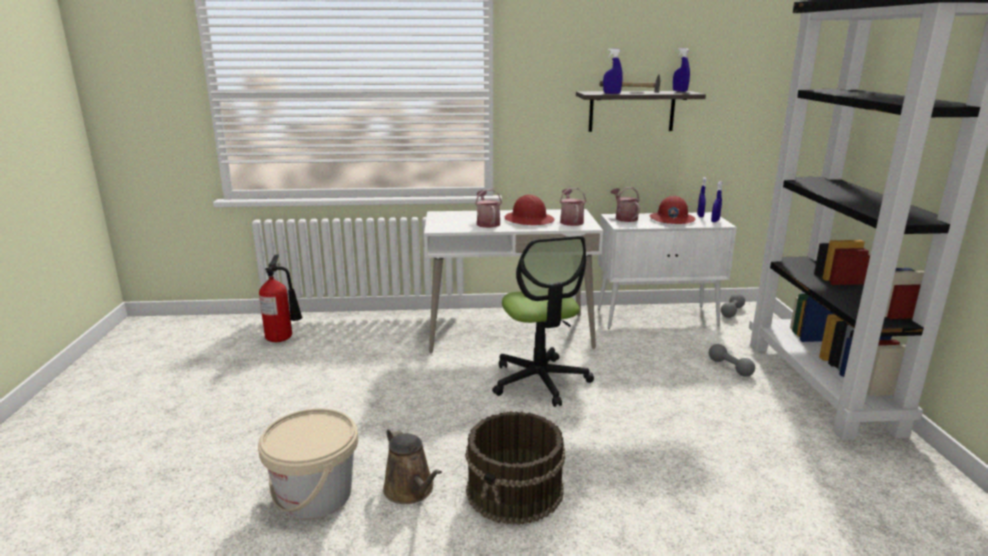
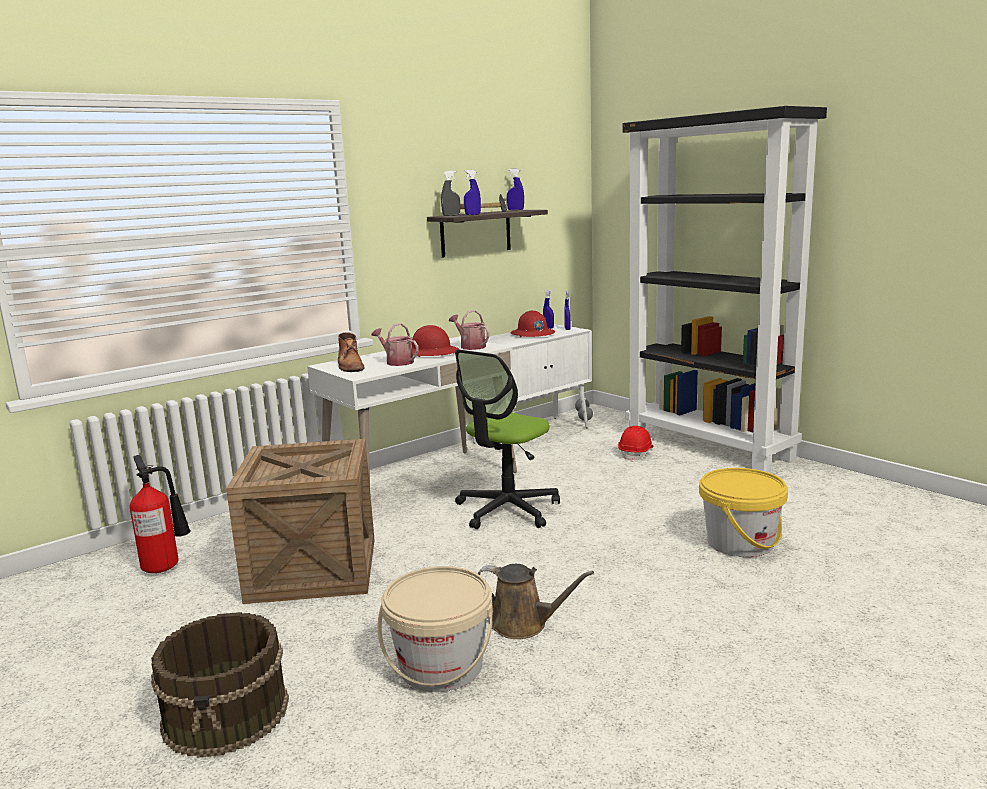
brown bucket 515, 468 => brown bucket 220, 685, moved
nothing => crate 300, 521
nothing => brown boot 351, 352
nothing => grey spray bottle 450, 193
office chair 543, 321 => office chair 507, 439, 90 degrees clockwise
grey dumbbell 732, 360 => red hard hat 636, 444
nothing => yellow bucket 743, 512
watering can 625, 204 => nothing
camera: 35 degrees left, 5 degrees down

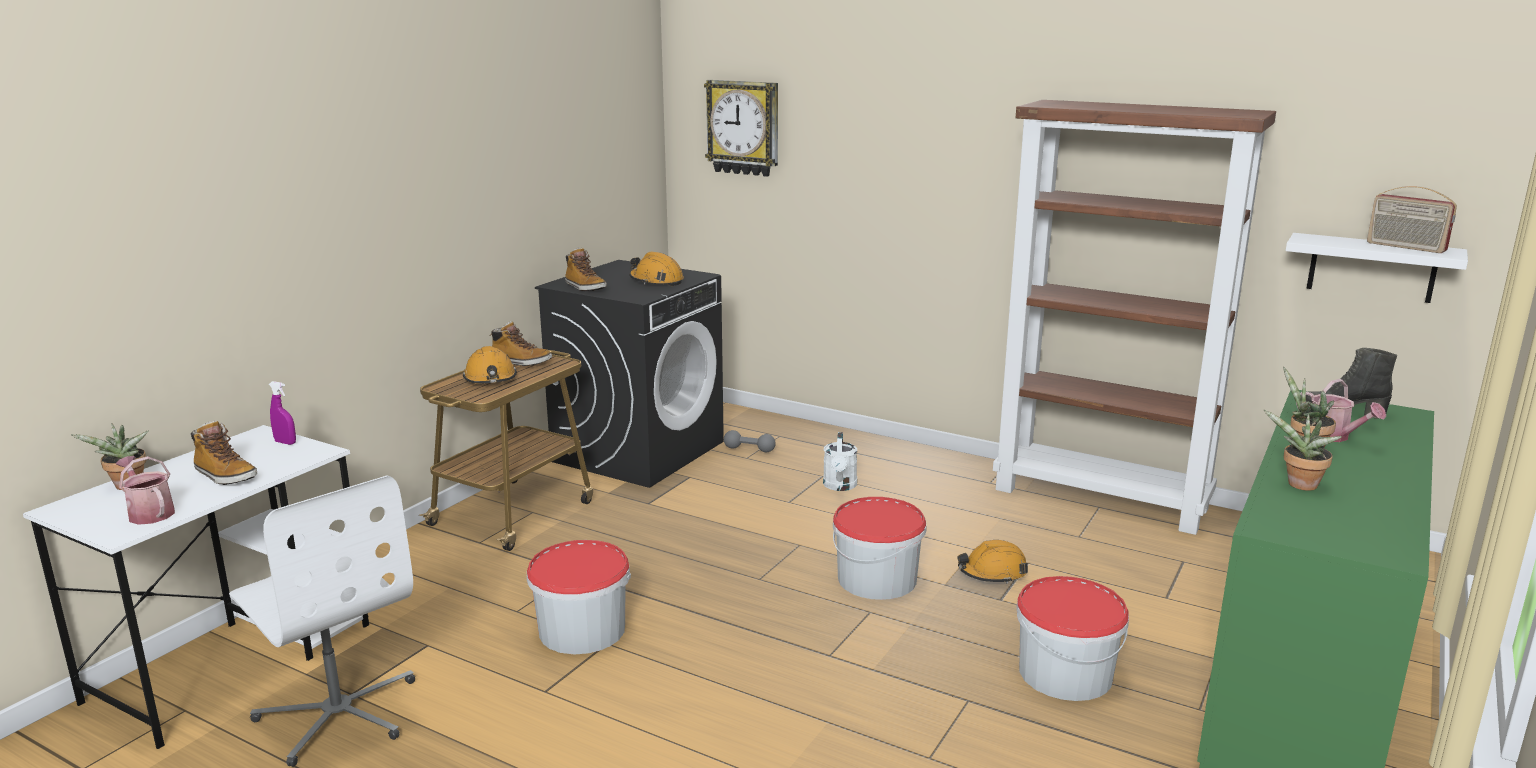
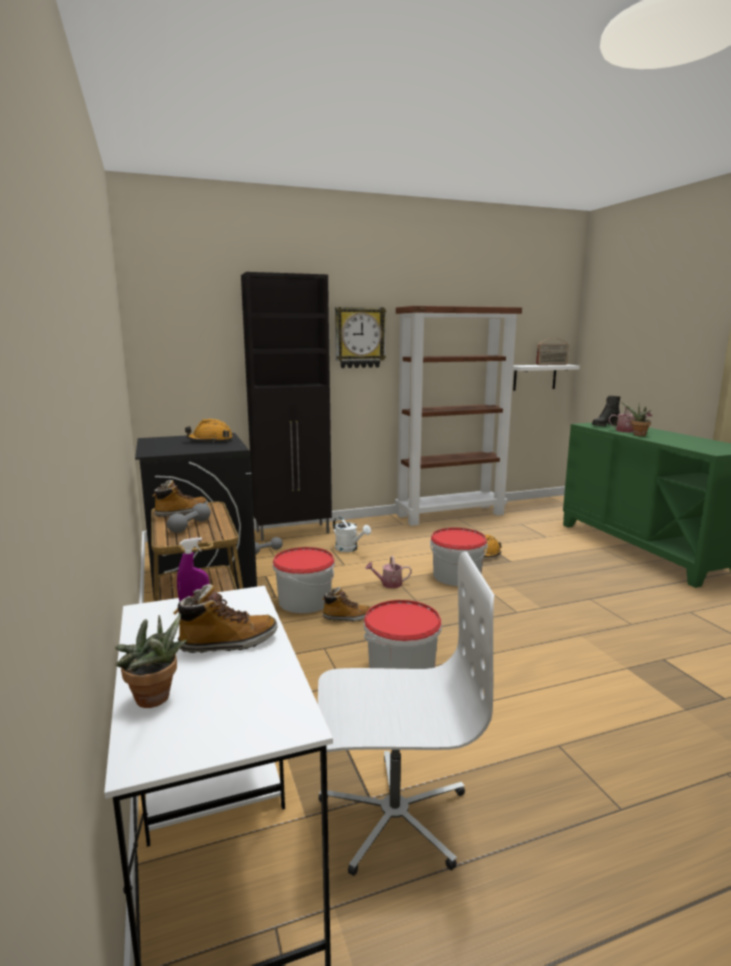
orange hard hat 490, 364 => grey dumbbell 189, 518
nothing => black cabinet 286, 406
bucket 1072, 638 => bucket 304, 580, moved
boot 586, 269 => boot 346, 604, moved
wall clock 741, 128 => wall clock 360, 337, moved
watering can 145, 490 => watering can 388, 572, moved
potted plant 1302, 449 => nothing
camera: 50 degrees left, 5 degrees down

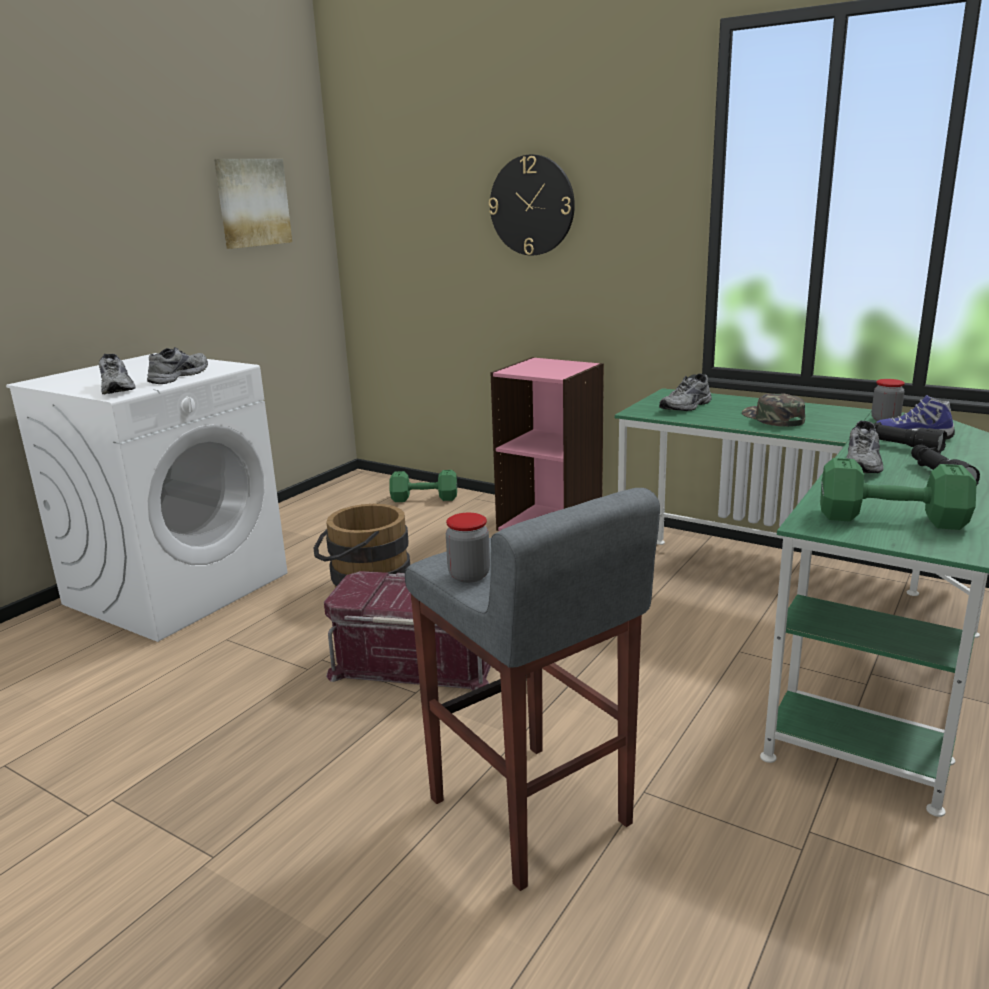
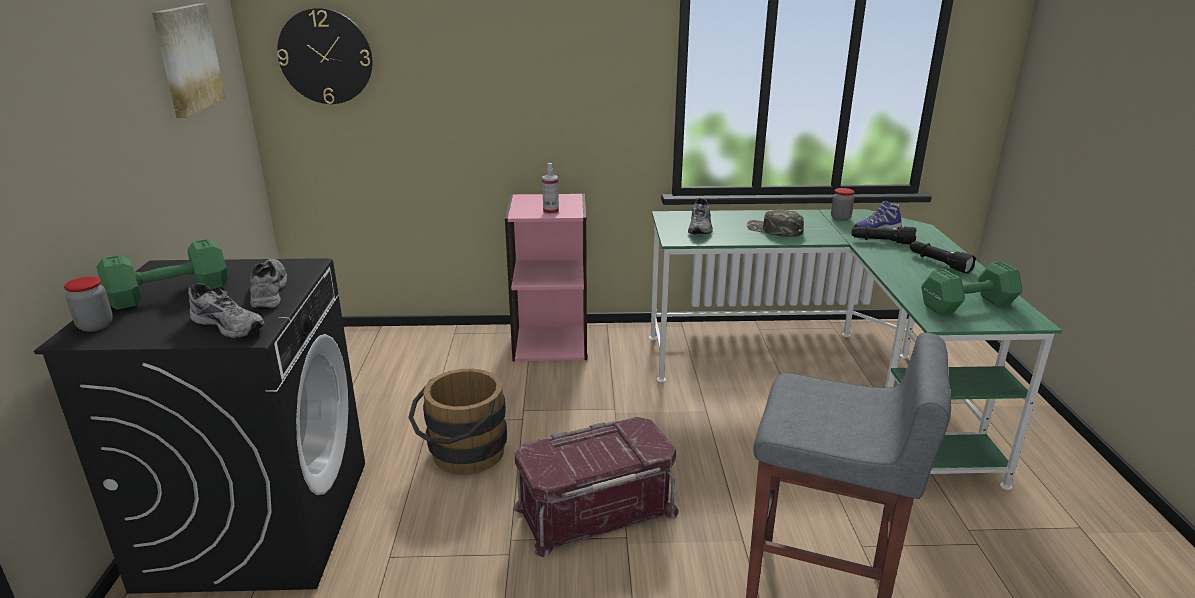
white washing machine 146, 497 => black washing machine 199, 426
jar 468, 548 => jar 88, 304, moved
green dumbbell 423, 486 => green dumbbell 162, 274, moved
wall clock 532, 205 => wall clock 324, 56, moved
nothing => spray bottle 550, 189
grey shoe 864, 447 => nothing
camera: 35 degrees left, 5 degrees up

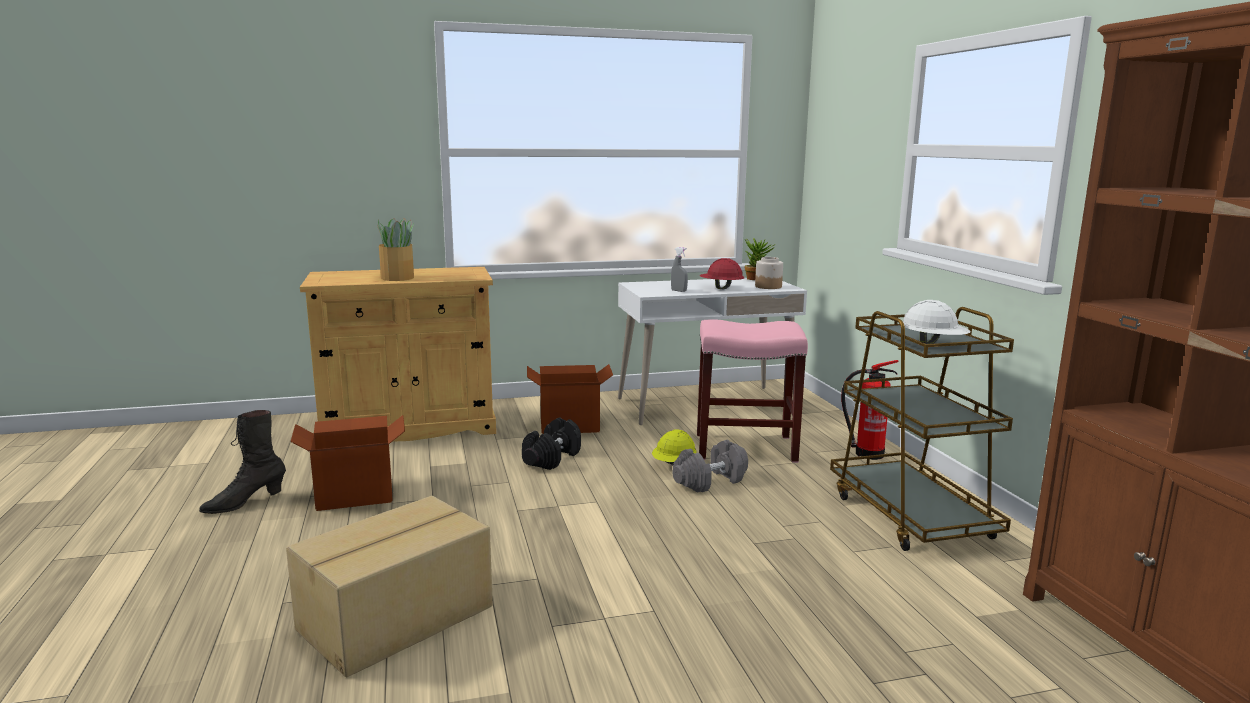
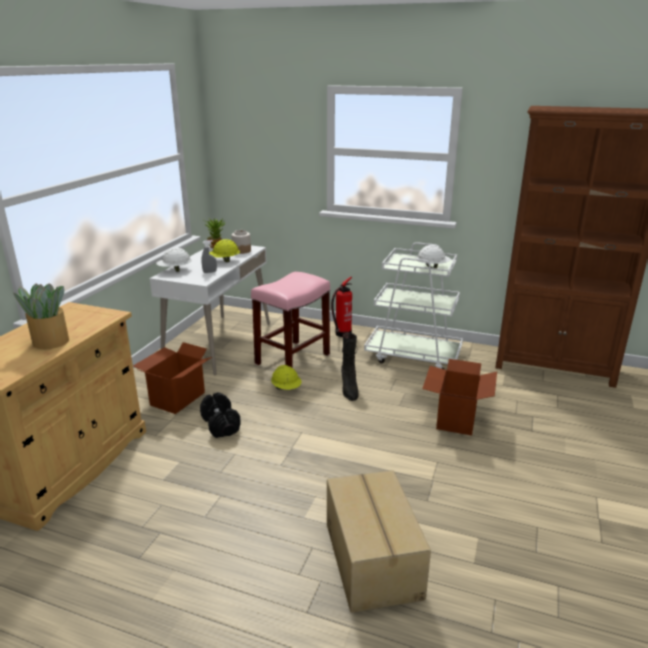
nothing => white hard hat 174, 260
red hard hat 722, 273 => yellow hard hat 224, 250
black boot 242, 462 => black boot 350, 367, moved
brown cart 922, 429 => white cart 413, 306
cardboard box 348, 463 => cardboard box 459, 397, moved
grey dumbbell 710, 466 => nothing
camera: 55 degrees left, 10 degrees up

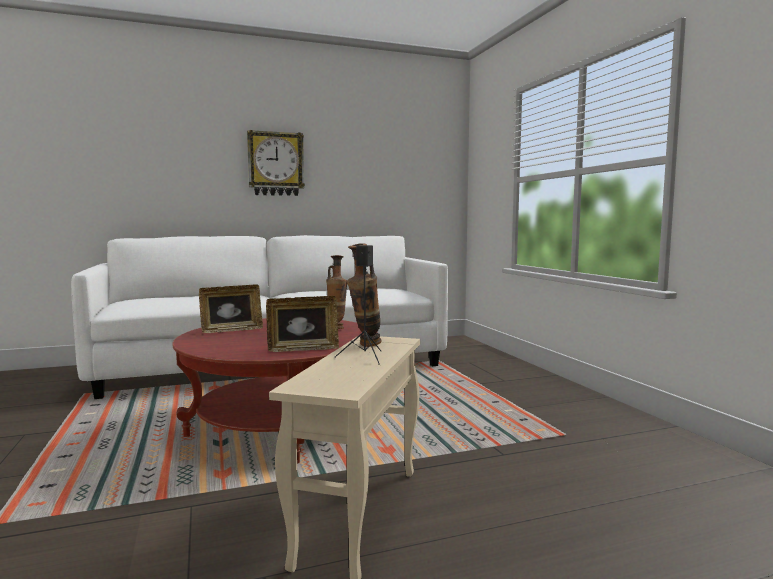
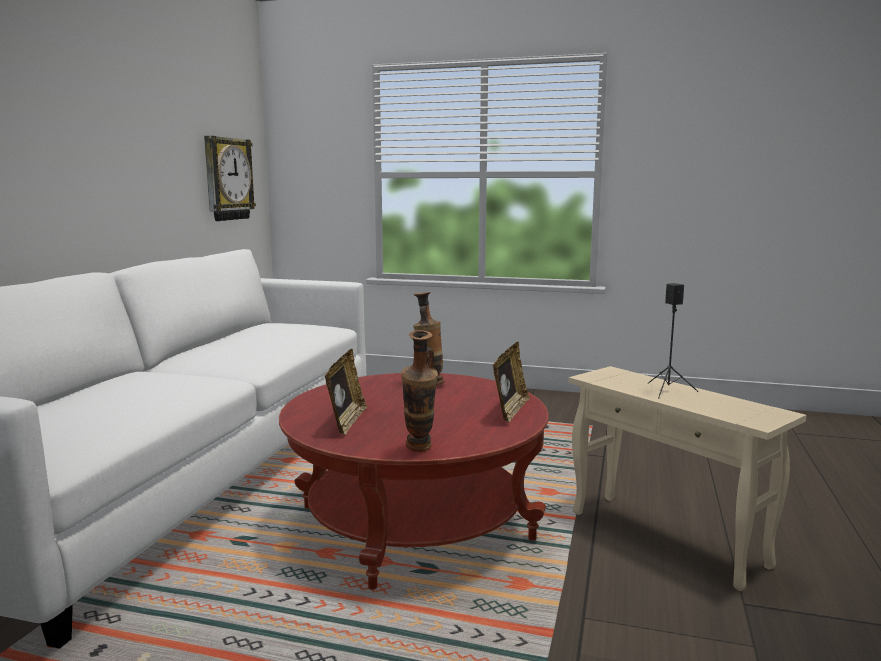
wall clock 276, 163 => wall clock 230, 178, moved
vase 364, 295 => vase 419, 391, moved
camera: 55 degrees left, 5 degrees up

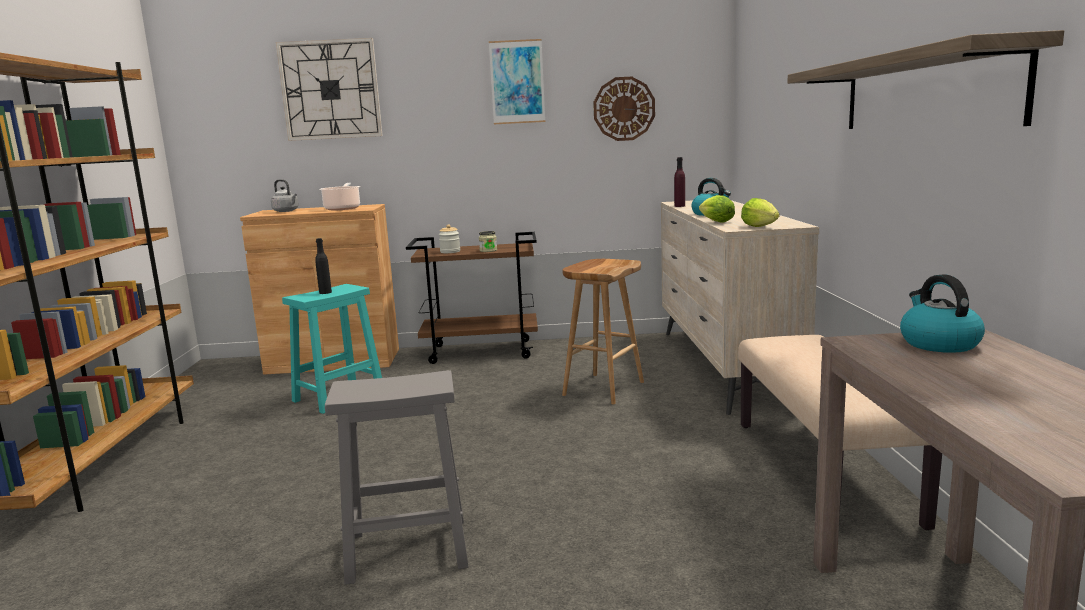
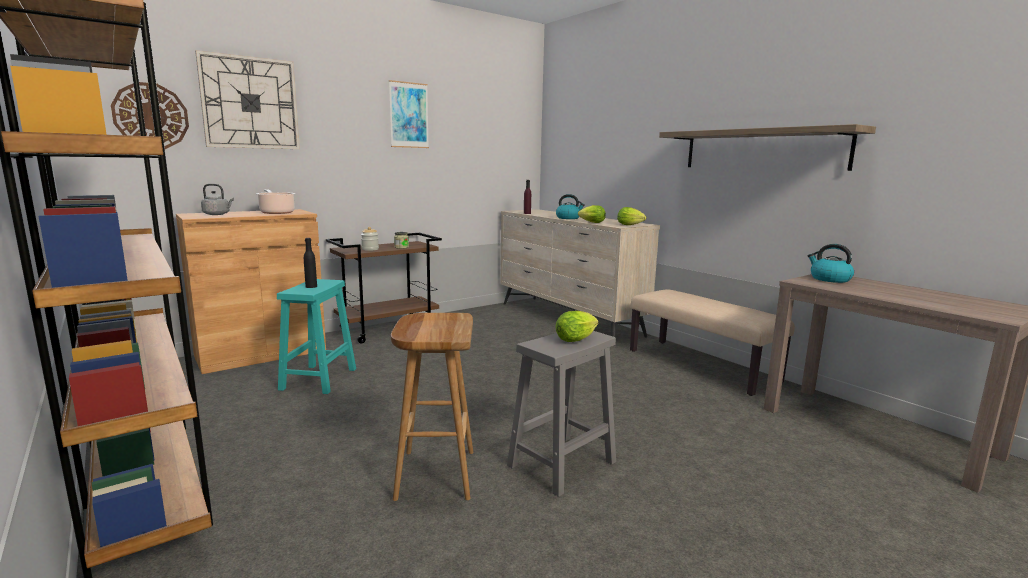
wall clock 624, 109 => wall clock 150, 115, moved
brown stool 603, 331 => brown stool 432, 407, moved
nothing => lettuce 576, 326
camera: 35 degrees left, 0 degrees up

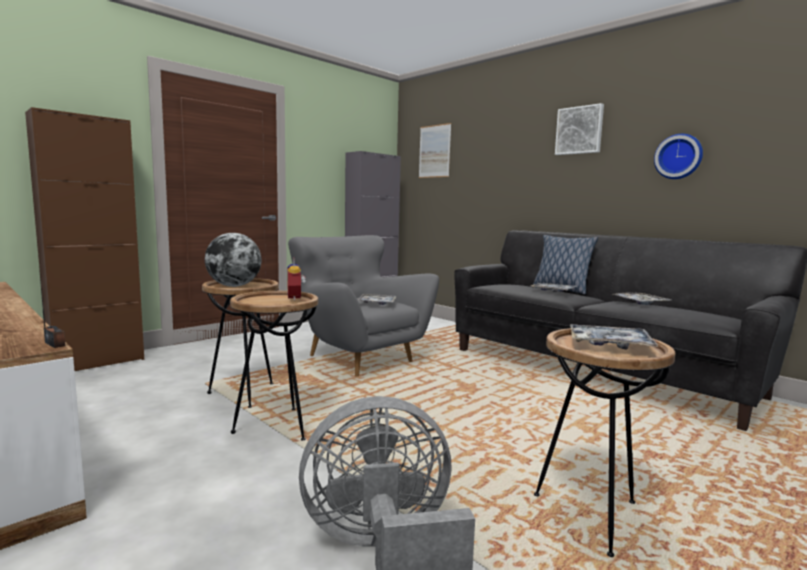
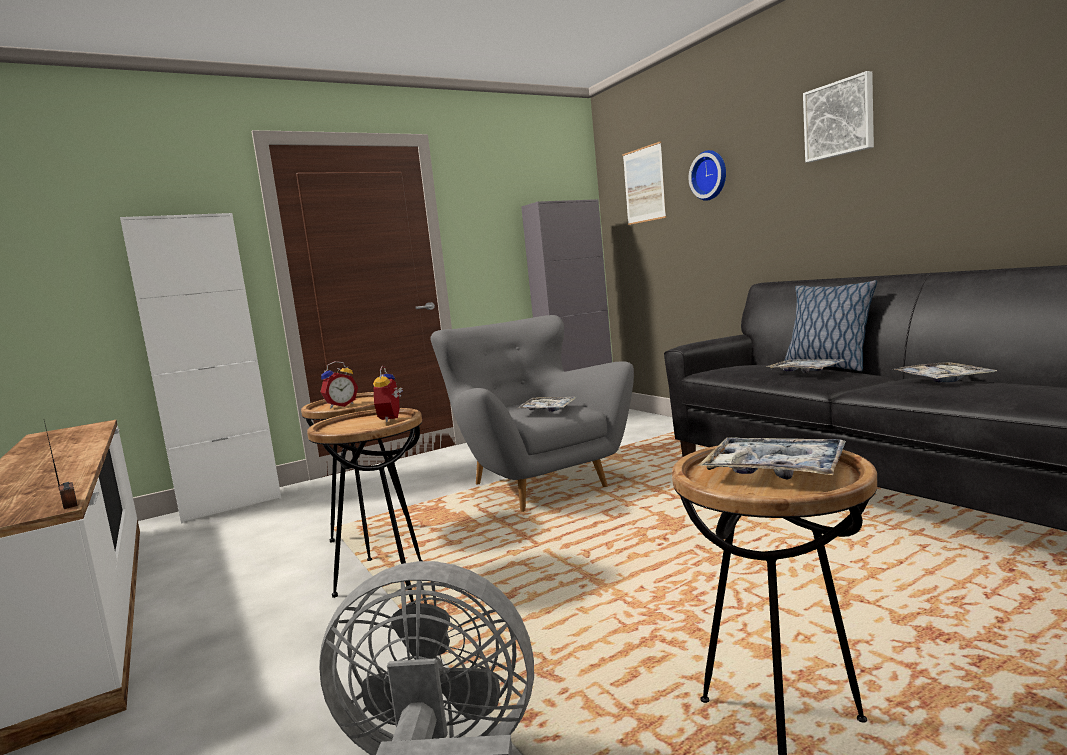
brown cabinet 84, 239 => white cabinet 201, 368
globe 233, 260 => alarm clock 339, 385
wall clock 678, 156 => wall clock 707, 175, moved
camera: 15 degrees right, 0 degrees up

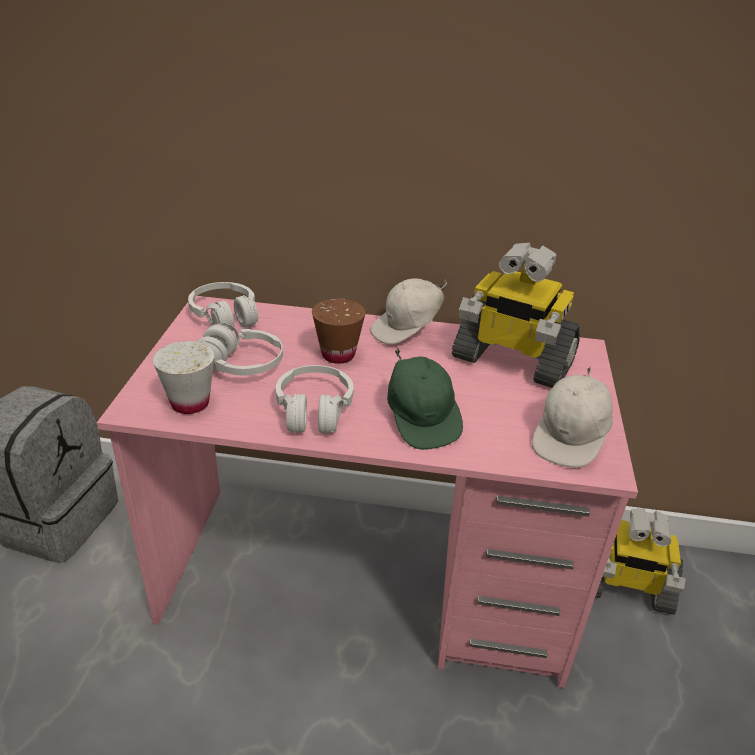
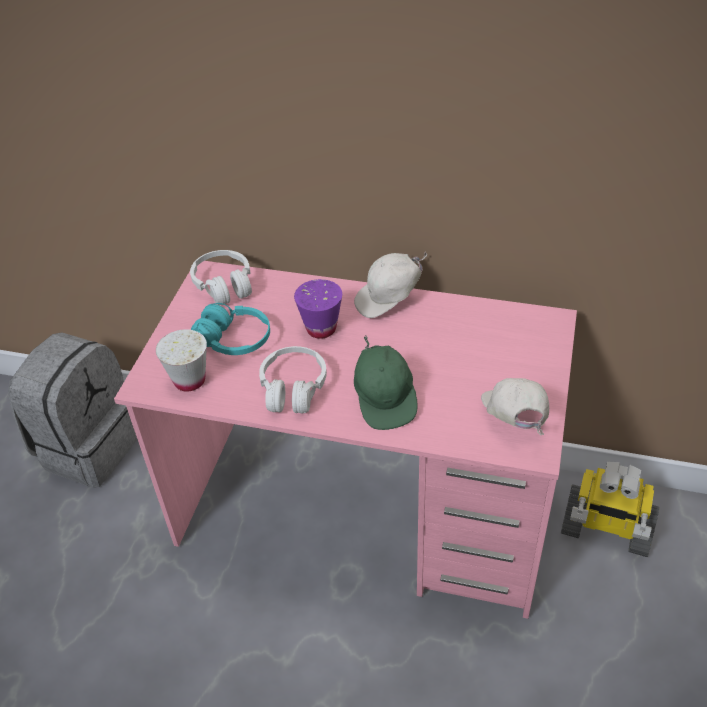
white headphones 240, 349 => turquoise headphones 230, 329
brown cup 339, 331 => purple cup 318, 309
white cap 572, 417 => white cap 515, 406, 135 degrees clockwise
toy robot 516, 315 => nothing
camera: 10 degrees right, 10 degrees up

